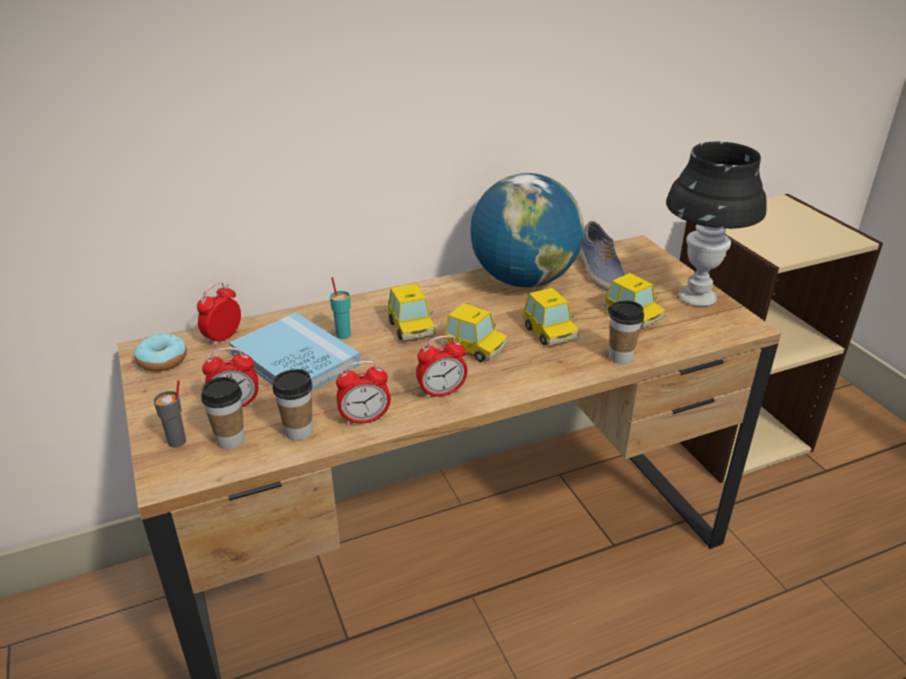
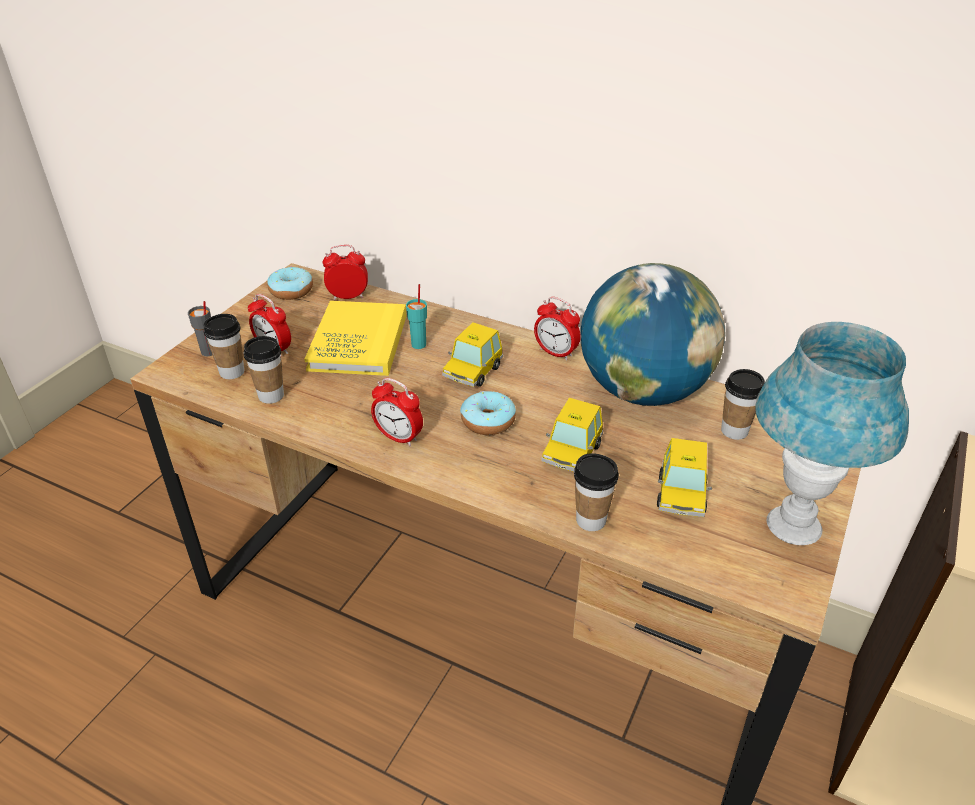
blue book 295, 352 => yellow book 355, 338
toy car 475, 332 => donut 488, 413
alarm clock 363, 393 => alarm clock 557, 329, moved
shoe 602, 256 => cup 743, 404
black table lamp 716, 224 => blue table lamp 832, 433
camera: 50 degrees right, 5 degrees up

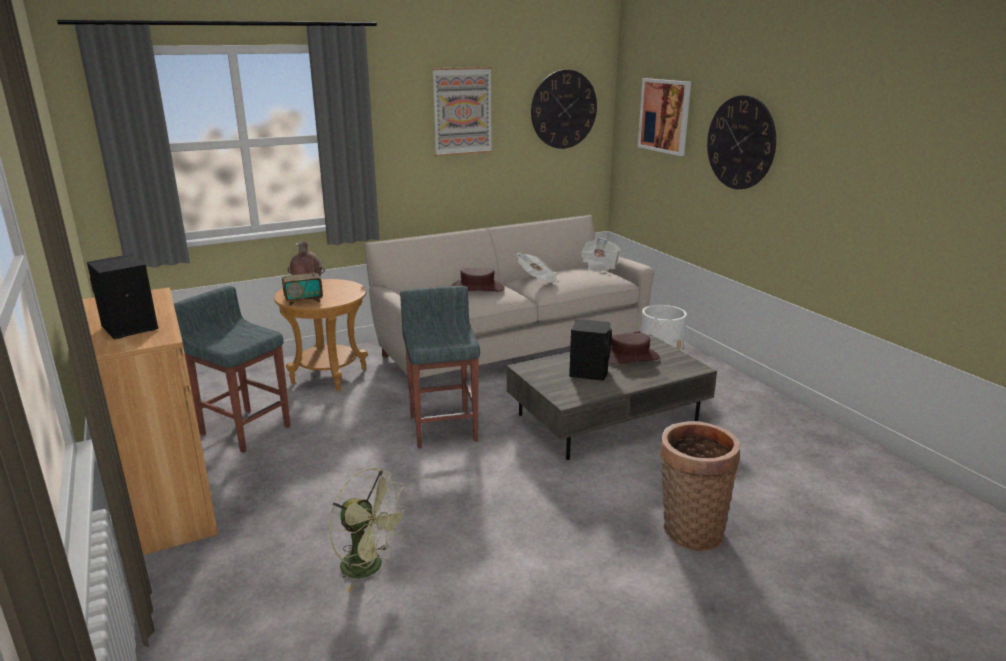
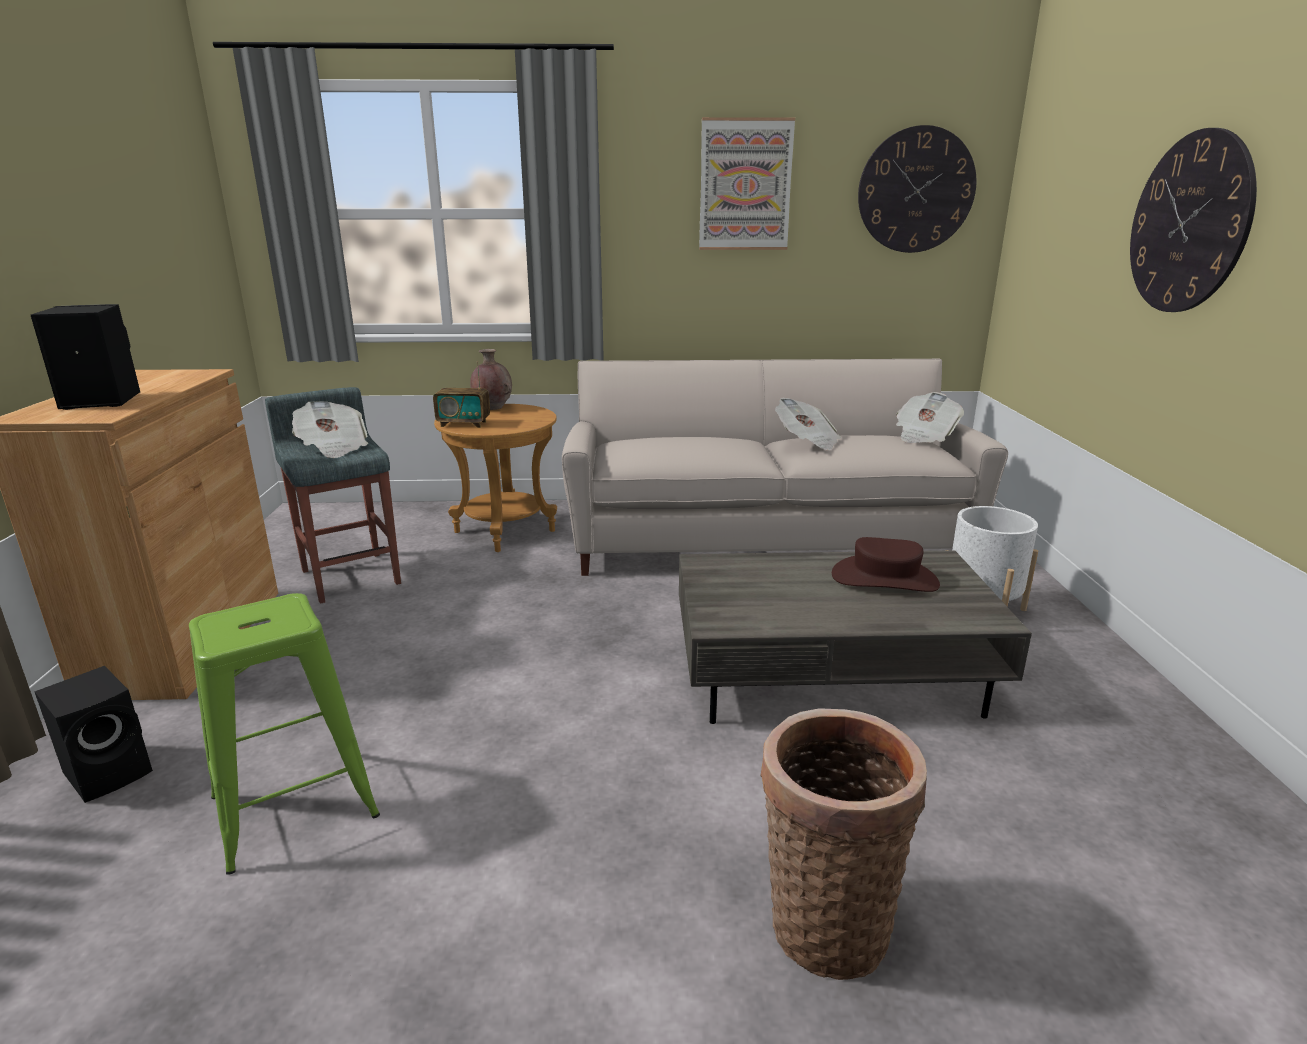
black speaker 590, 350 => black speaker 94, 734, moved
green fan 369, 530 => green stool 284, 734
nothing => newspaper 330, 429
grey stool 440, 367 => nothing
brown hat 478, 279 => nothing
picture 664, 117 => nothing
camera: 25 degrees right, 0 degrees up

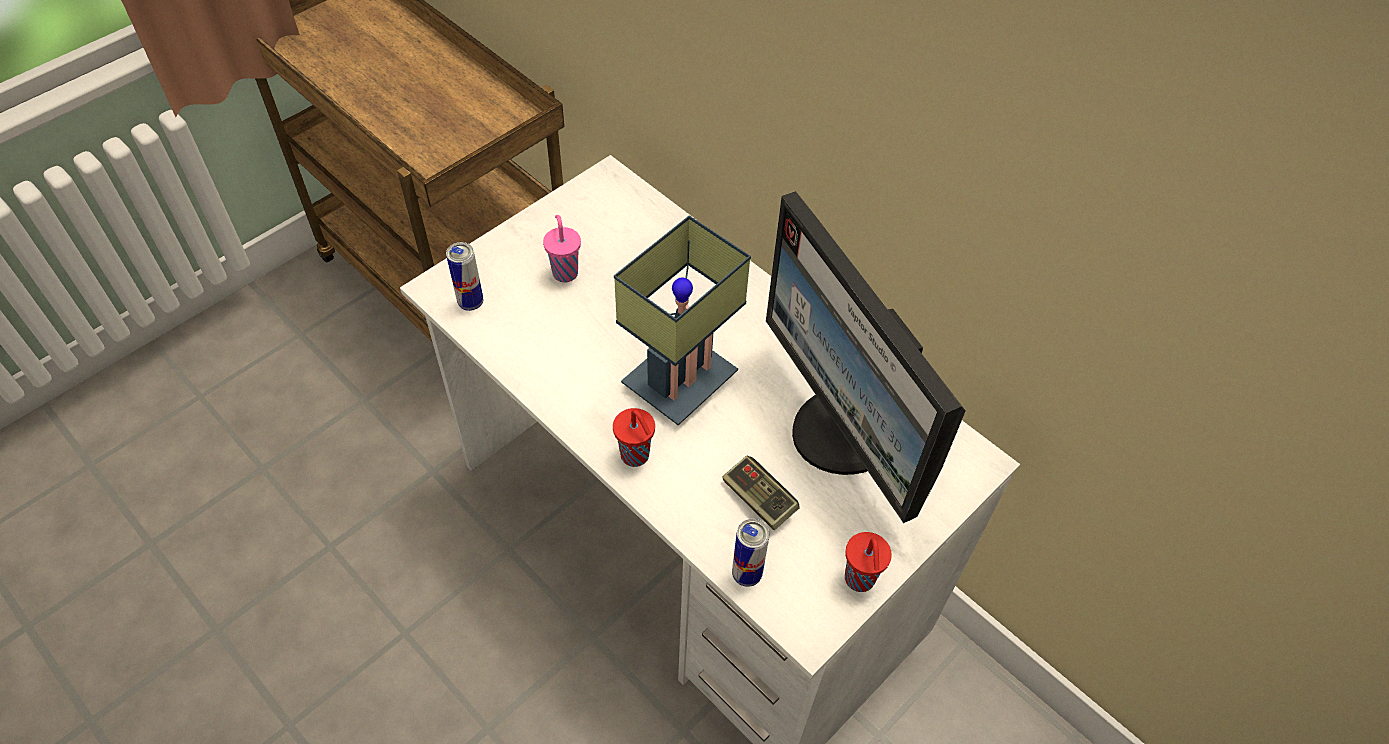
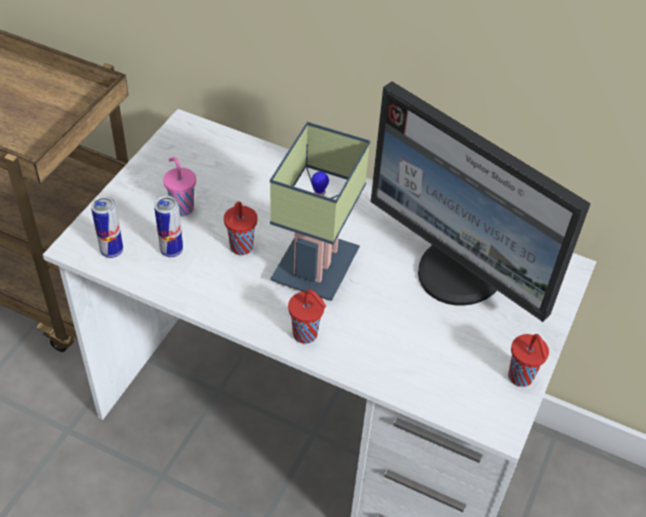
can 750, 553 => can 168, 226, moved
nothing => red cup 240, 228
game controller 761, 493 => nothing
camera: 20 degrees left, 5 degrees down

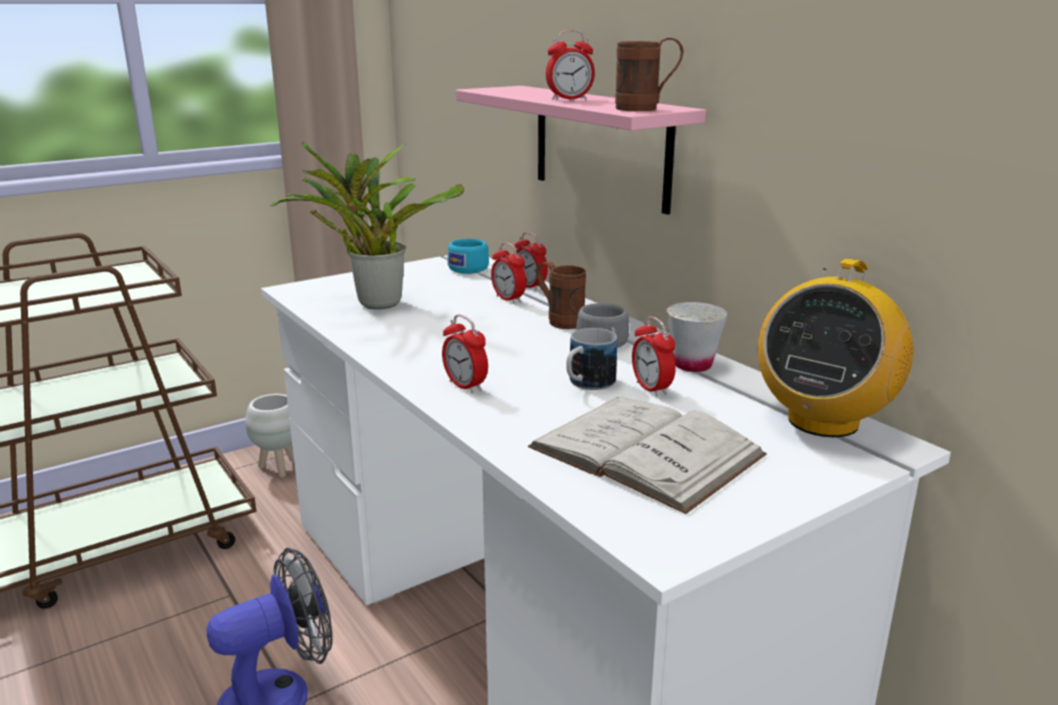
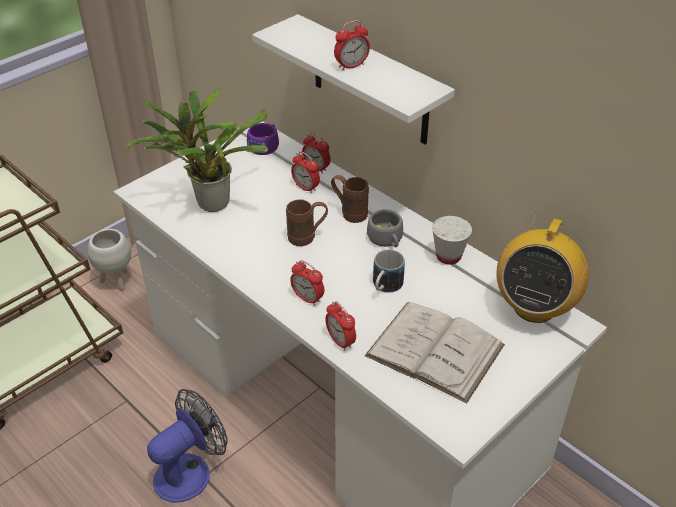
turquoise cup 468, 256 => purple cup 263, 139
pink shelf 581, 150 => white shelf 353, 79
brown mug 649, 74 => brown mug 307, 222, moved
alarm clock 654, 356 => alarm clock 340, 326, moved
camera: 10 degrees left, 20 degrees up

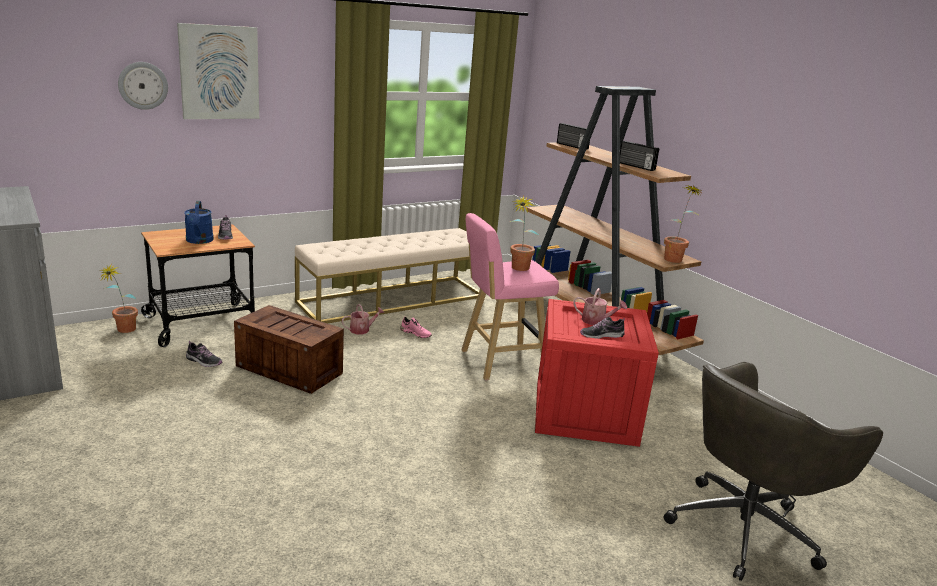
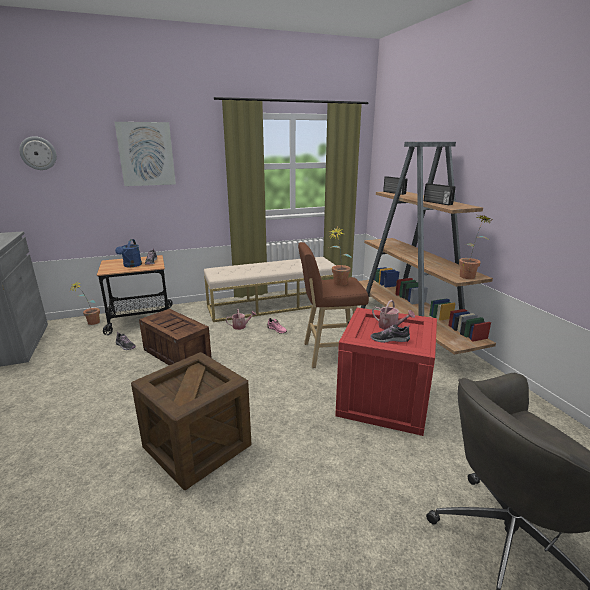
wall clock 143, 86 => wall clock 38, 153, moved
nothing => crate 191, 421
pink stool 510, 296 => brown stool 333, 305
camera: 15 degrees right, 0 degrees up

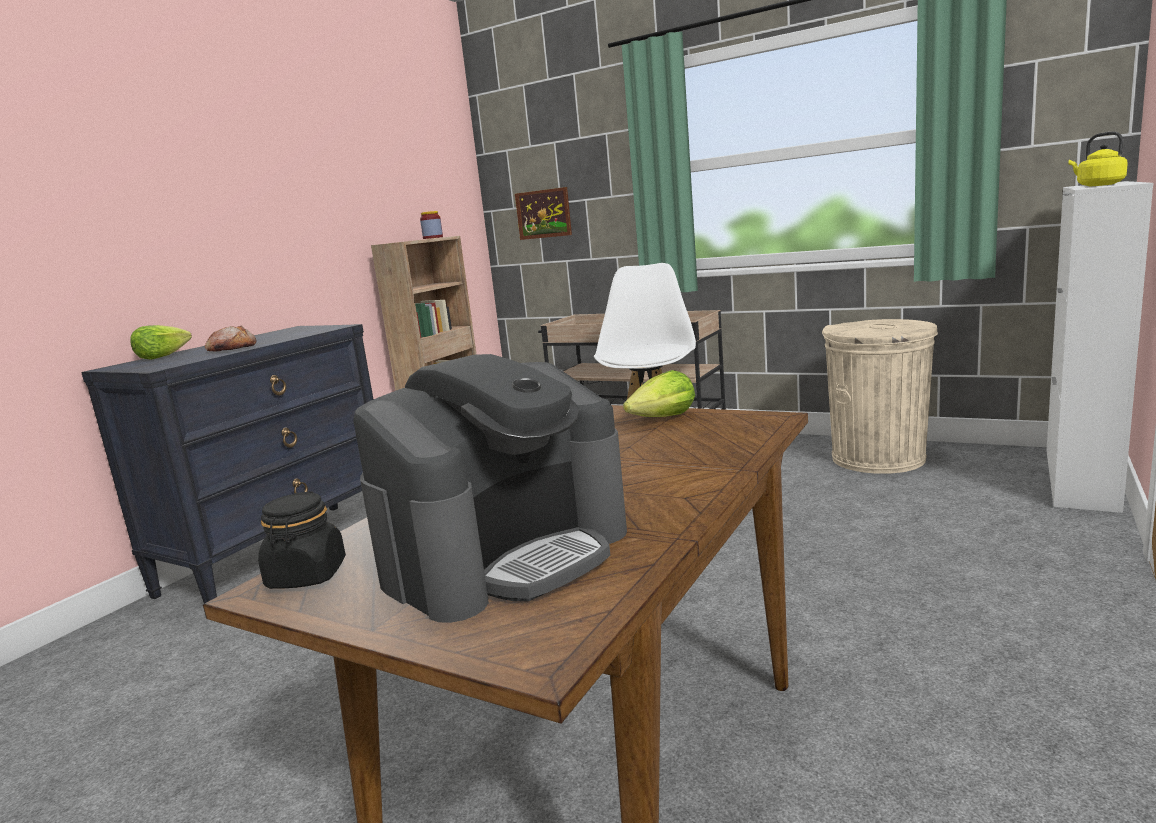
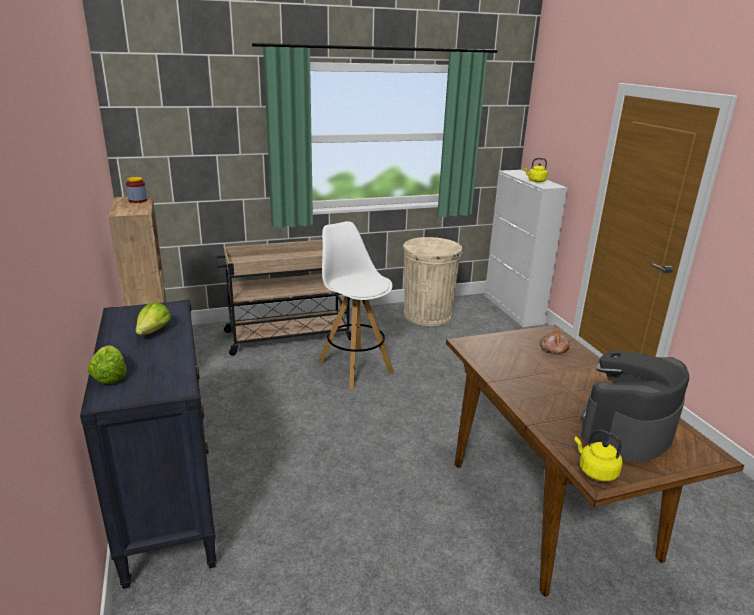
lettuce 659, 393 => lettuce 153, 318, moved
bread 230, 339 => bread 555, 342, moved
black jar 302, 540 => yellow kettle 598, 455
coffee machine 490, 488 => coffee machine 634, 406, 135 degrees counterclockwise
picture 543, 213 => nothing
camera: 50 degrees left, 10 degrees up

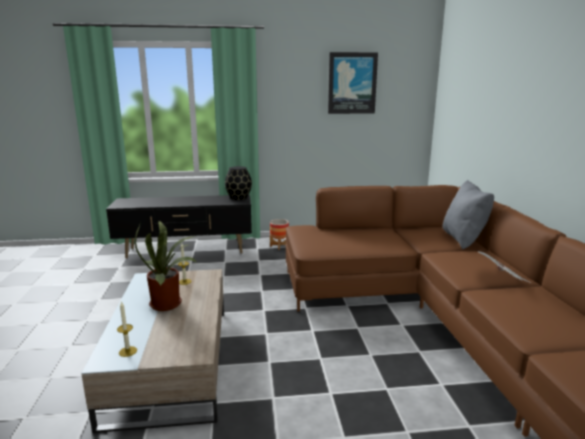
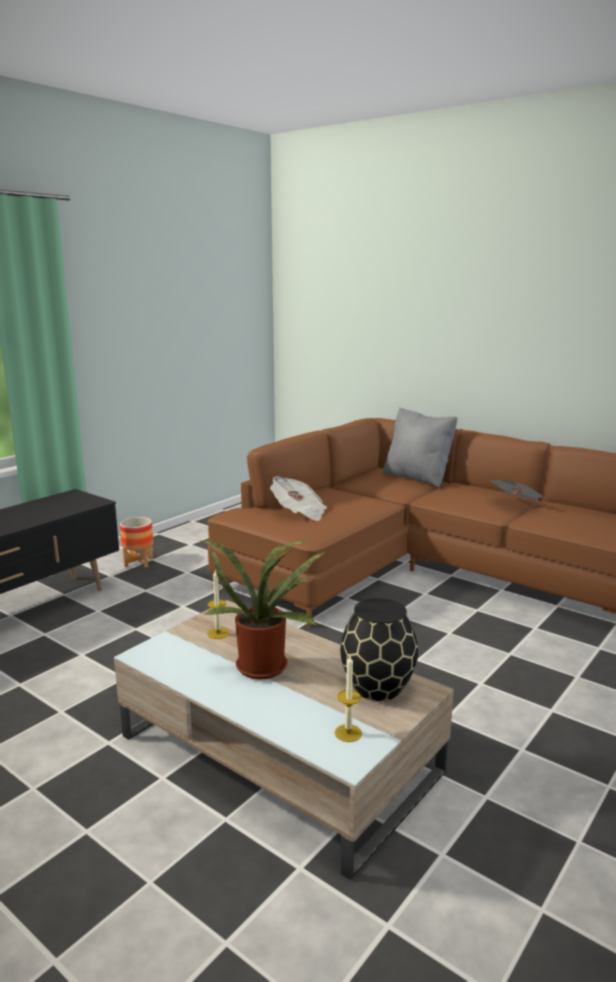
nothing => newspaper 298, 498
black vase 238, 183 => black vase 379, 649, moved
picture 353, 83 => nothing
camera: 45 degrees left, 0 degrees up

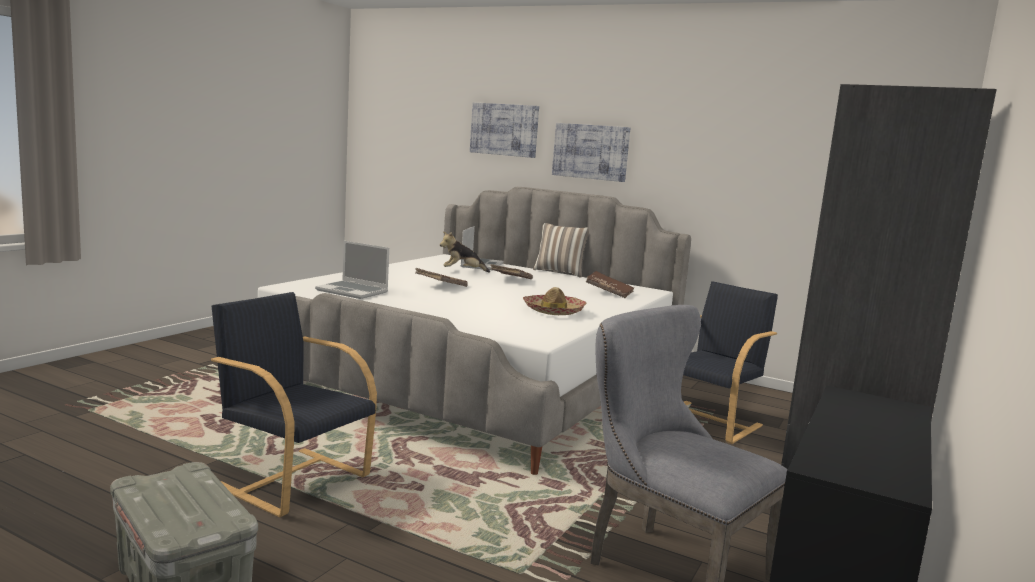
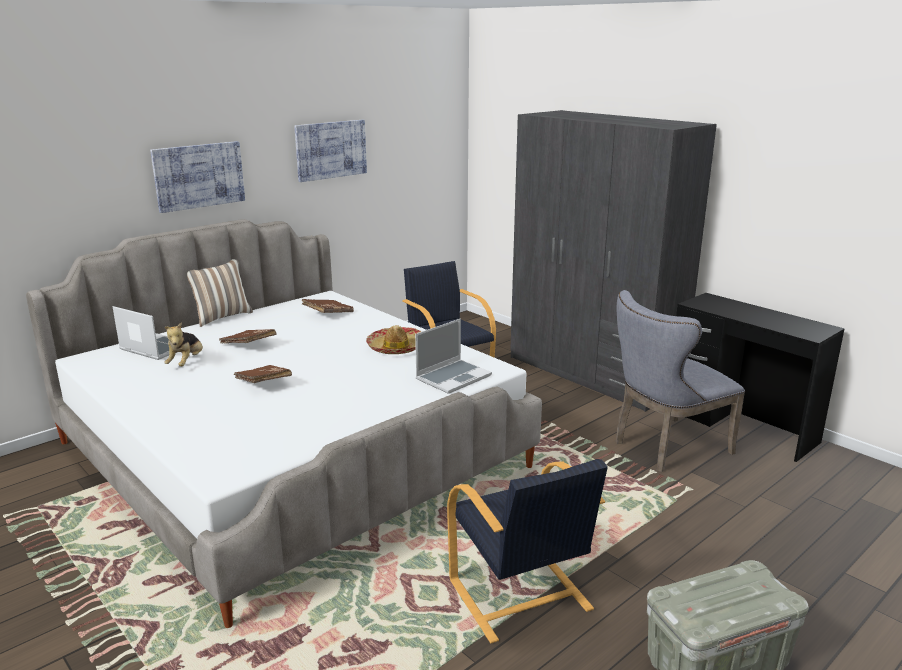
picture 504, 130 => picture 330, 151, moved
laptop 352, 270 => laptop 453, 356, moved
black armchair 294, 405 => black armchair 527, 551, 75 degrees counterclockwise
camera: 70 degrees left, 10 degrees up

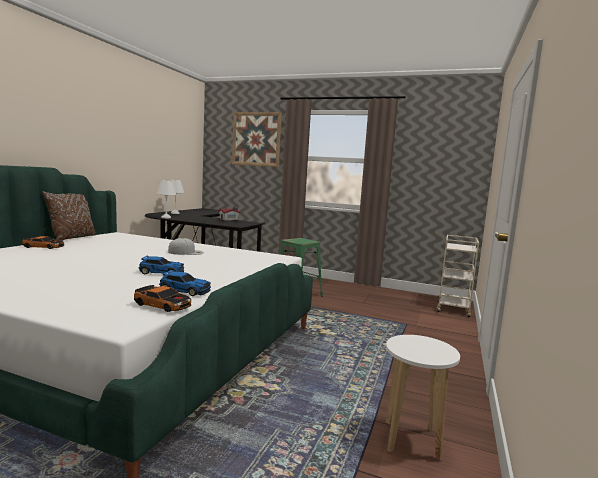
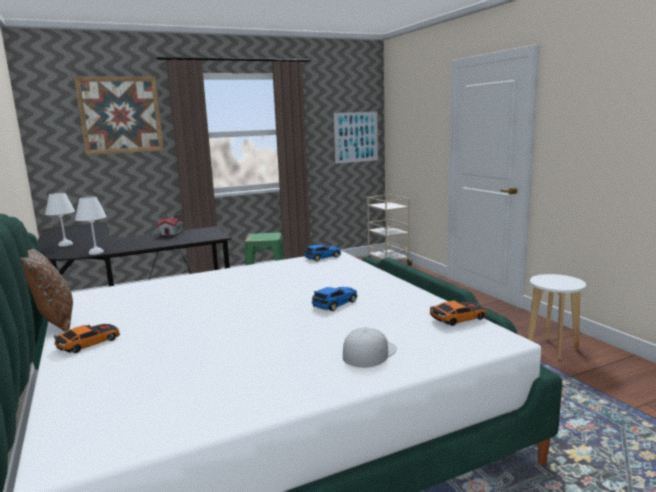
toy car 185, 283 => toy car 322, 252, moved
nothing => picture 356, 138
white cap 186, 246 => white cap 370, 348, moved
camera: 45 degrees left, 5 degrees up

